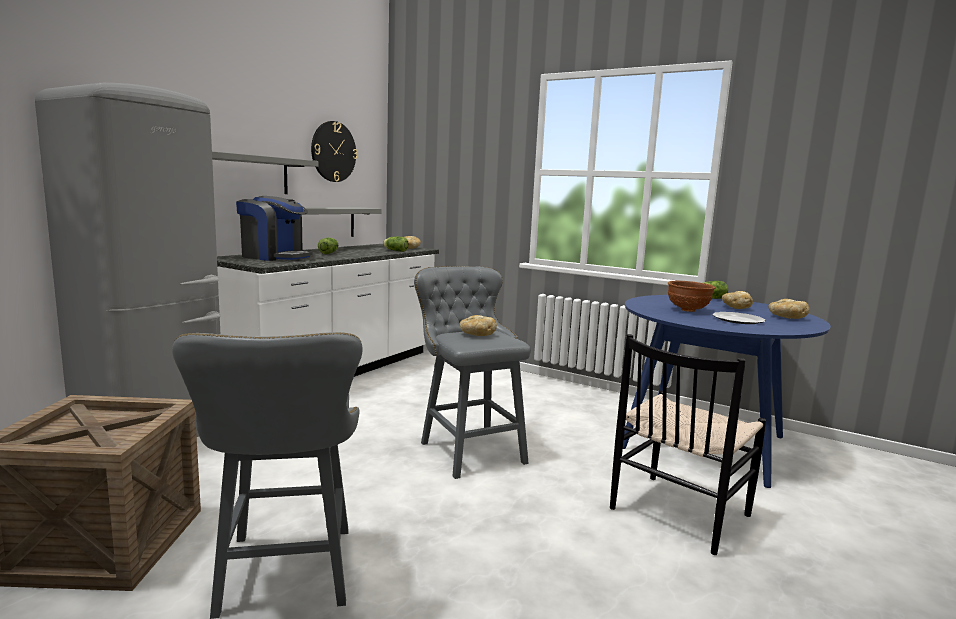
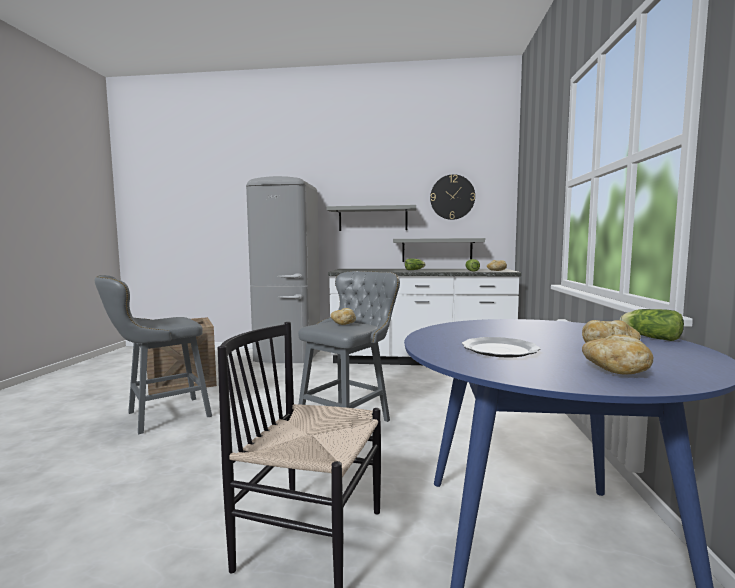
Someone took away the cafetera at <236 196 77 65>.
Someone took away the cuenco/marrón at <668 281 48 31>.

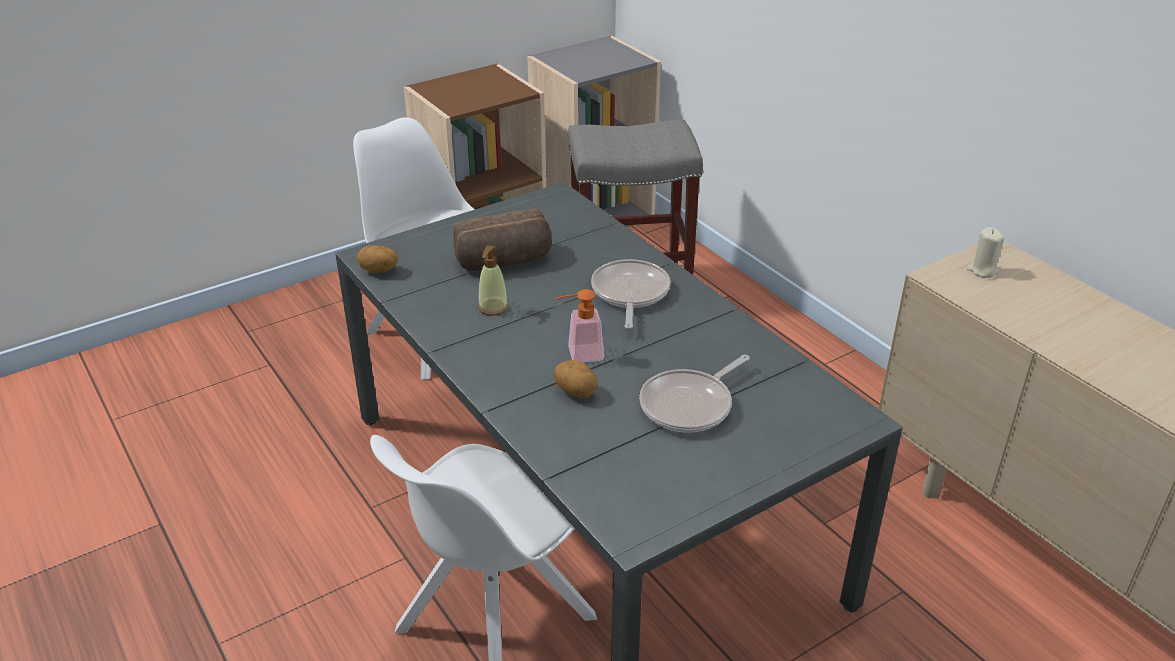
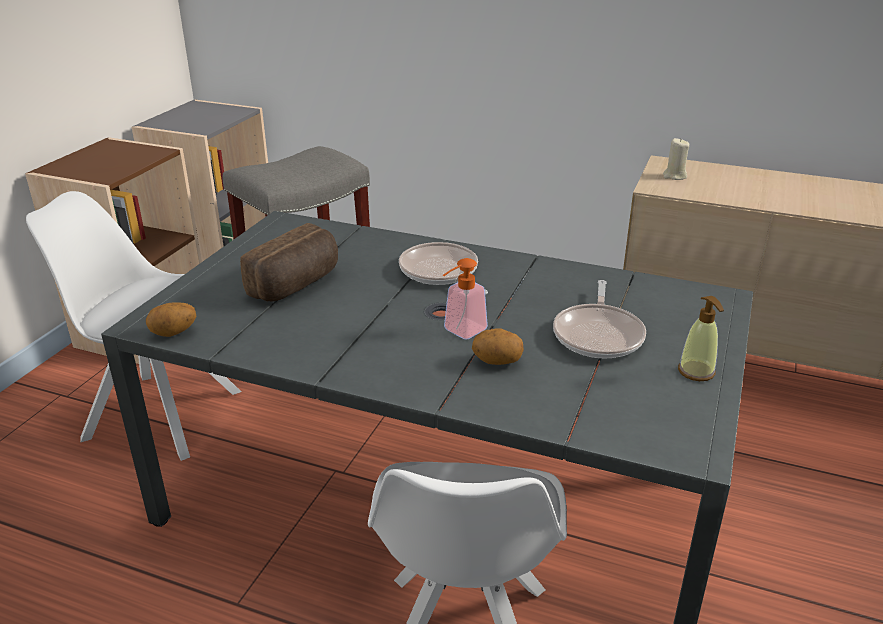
Someone carried the dispensador de jabón from <478 245 31 71> to <678 296 46 85>.

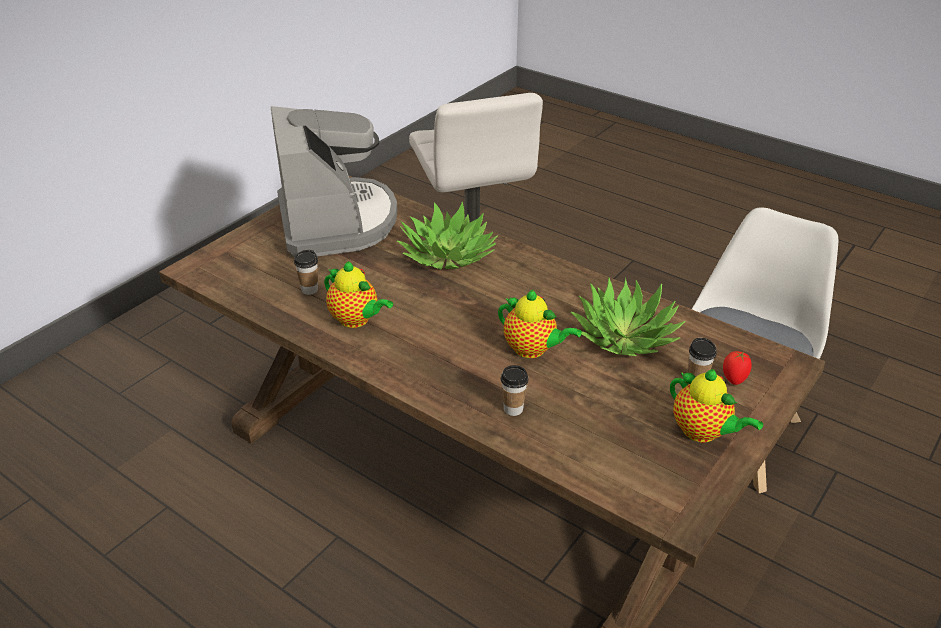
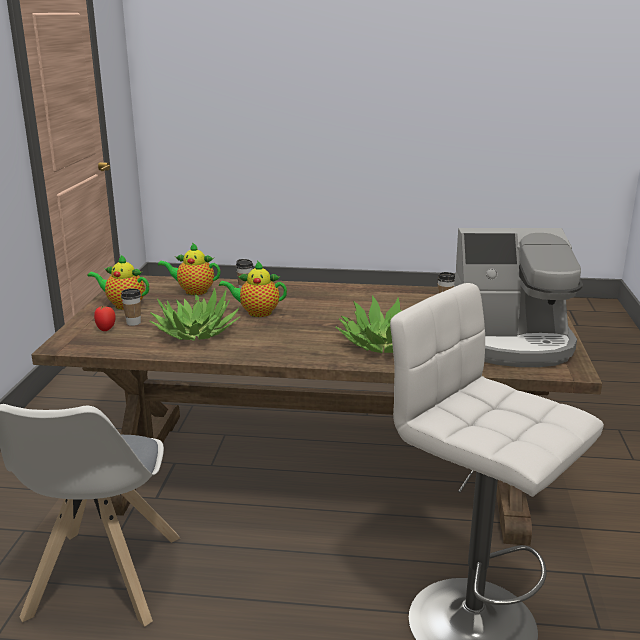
Someone rotated the cafetera at <271 106 126 151> by 45 degrees counterclockwise.
Someone carried the tetera from <324 261 69 67> to <158 242 62 53>.

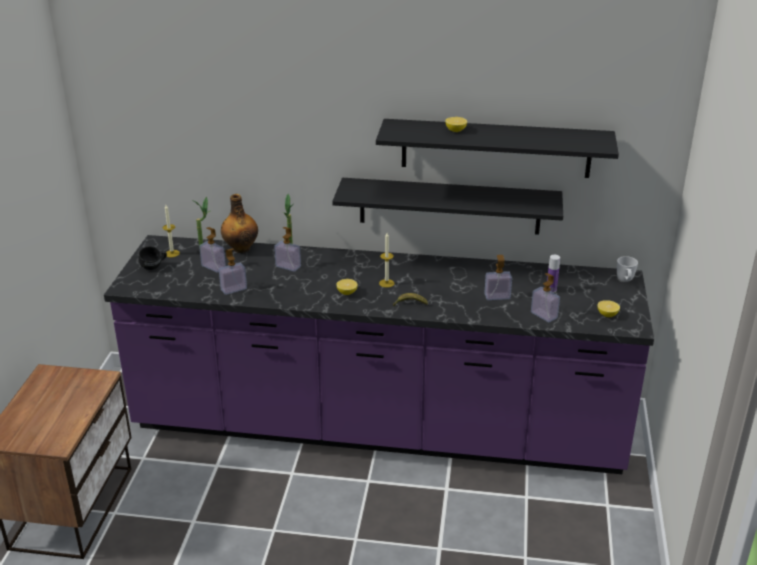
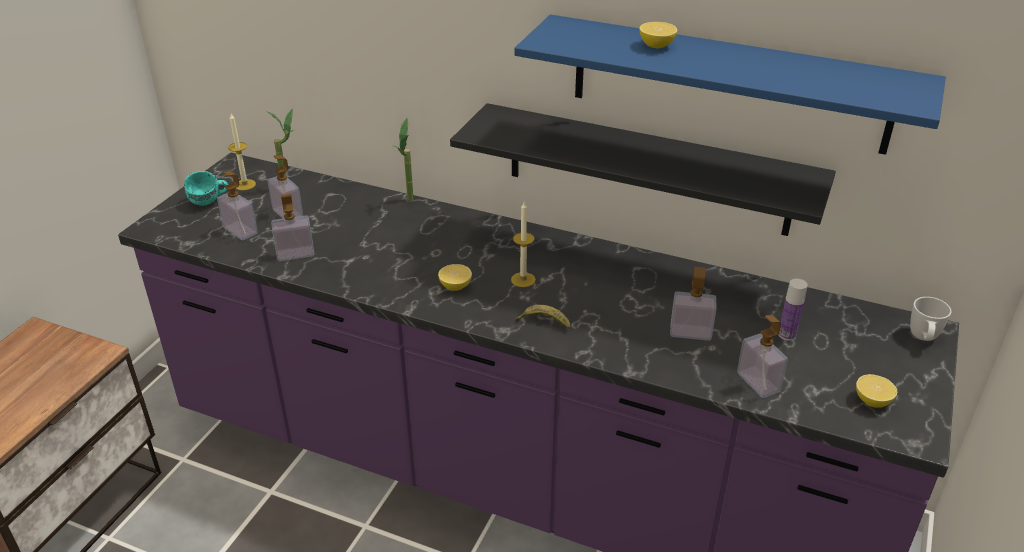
Someone repainted the estante/negro at <376 119 243 59>, which became the estante/azul at <515 14 431 141>.
Someone took away the botella at <221 194 37 59>.
Someone carried the dispensador de jabón from <274 227 27 45> to <217 171 41 69>.
Someone repainted the taza grande/negro at <139 246 28 24>, which became the taza grande/turquesa at <184 171 44 35>.

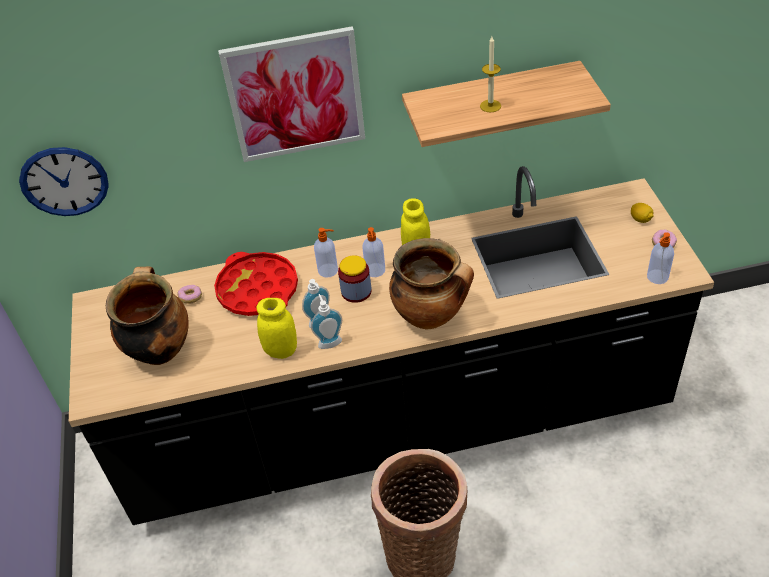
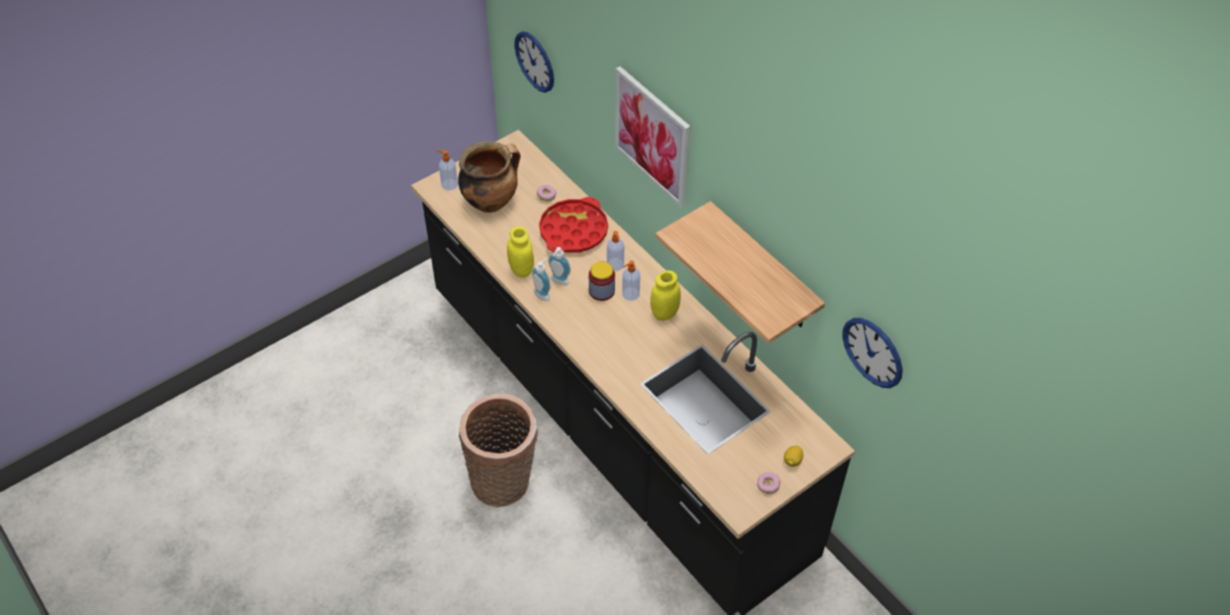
Someone took away the vela at <480 36 21 76>.
Someone carried the dispensador de jabón from <647 232 27 52> to <436 150 22 40>.
Someone took away the olla at <389 238 85 91>.
Someone put up the reloj de pared at <842 318 61 70>.

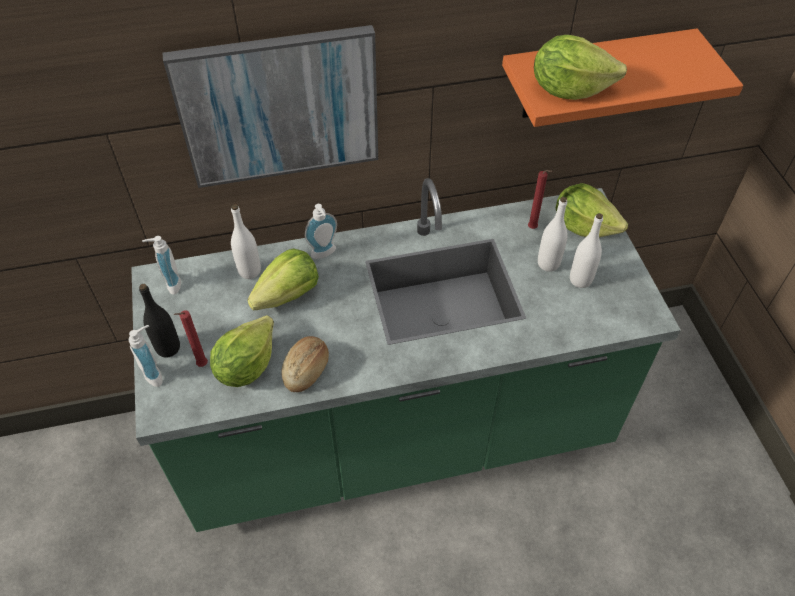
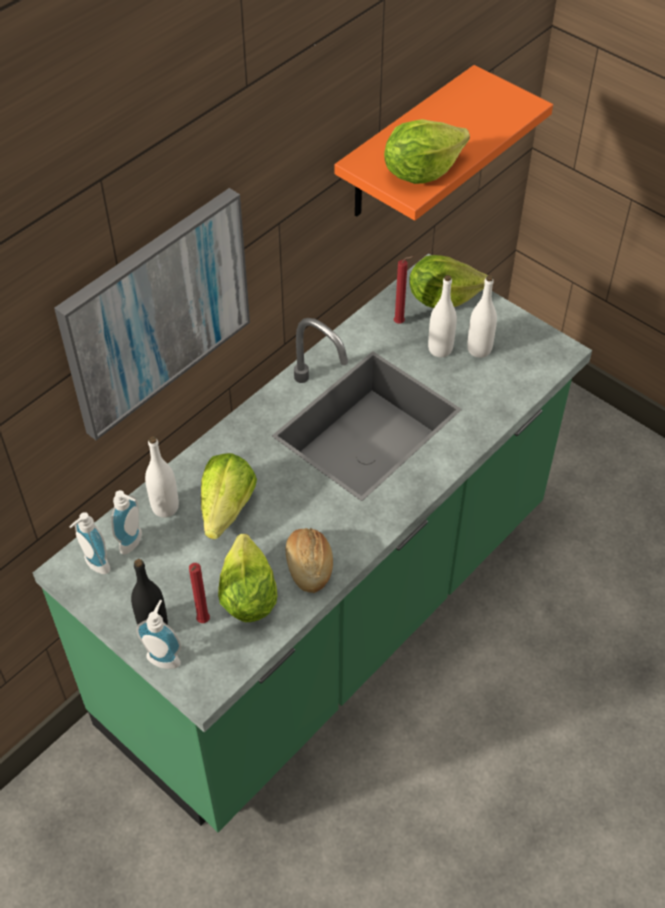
Someone carried the dispensador de jabón from <305 204 32 55> to <111 490 31 65>.

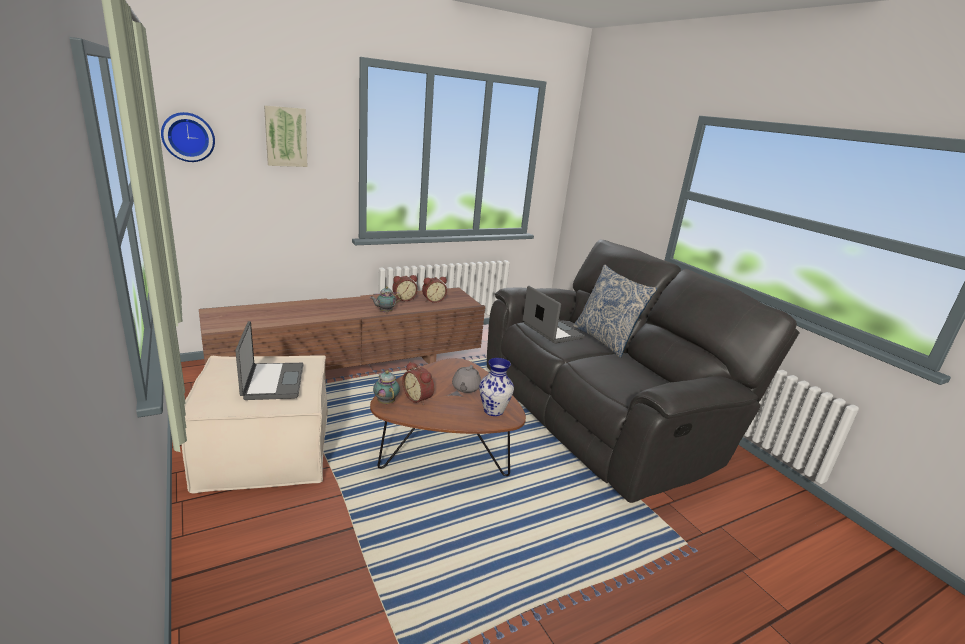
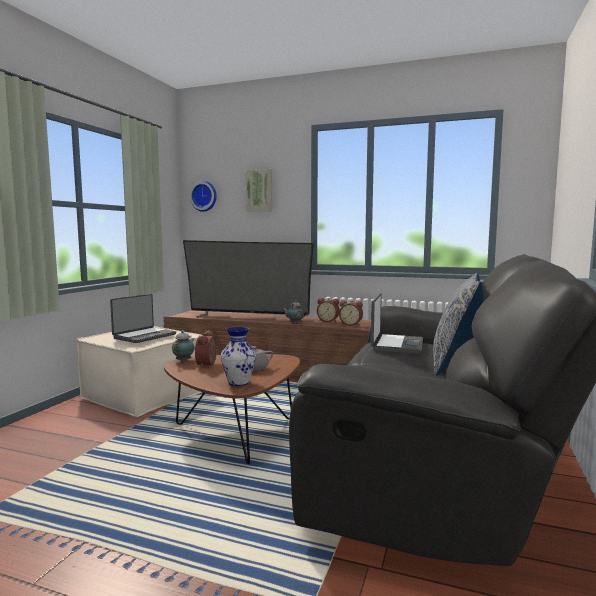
Someone put down the televisor at <183 240 131 77>.

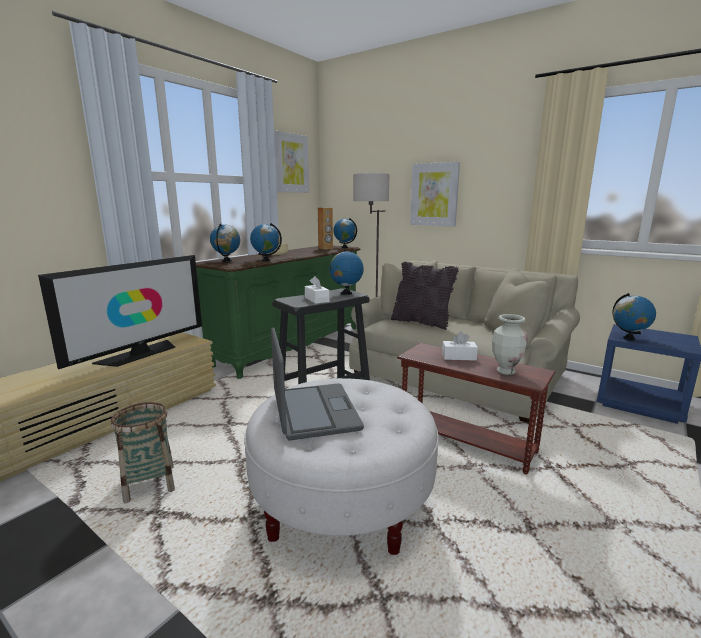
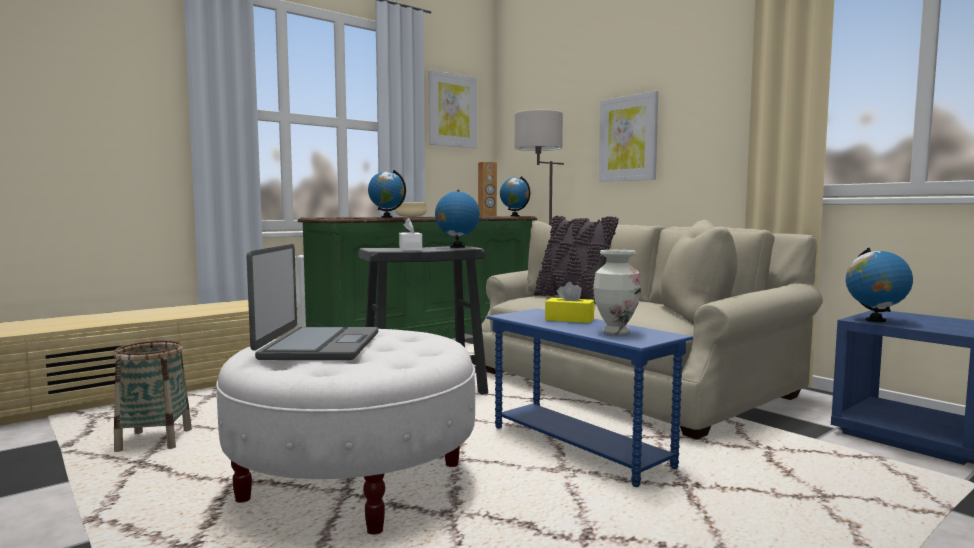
Someone took away the globo terráqueo at <210 223 30 39>.
Someone took away the televisor at <38 255 164 114>.
Someone repainted the caja de pañuelos/blanco at <442 332 36 29>, which became the caja de pañuelos/amarillo at <545 282 49 41>.
Someone repainted the mesa auxiliar/marrón at <397 343 159 131>, which became the mesa auxiliar/azul at <486 309 207 178>.

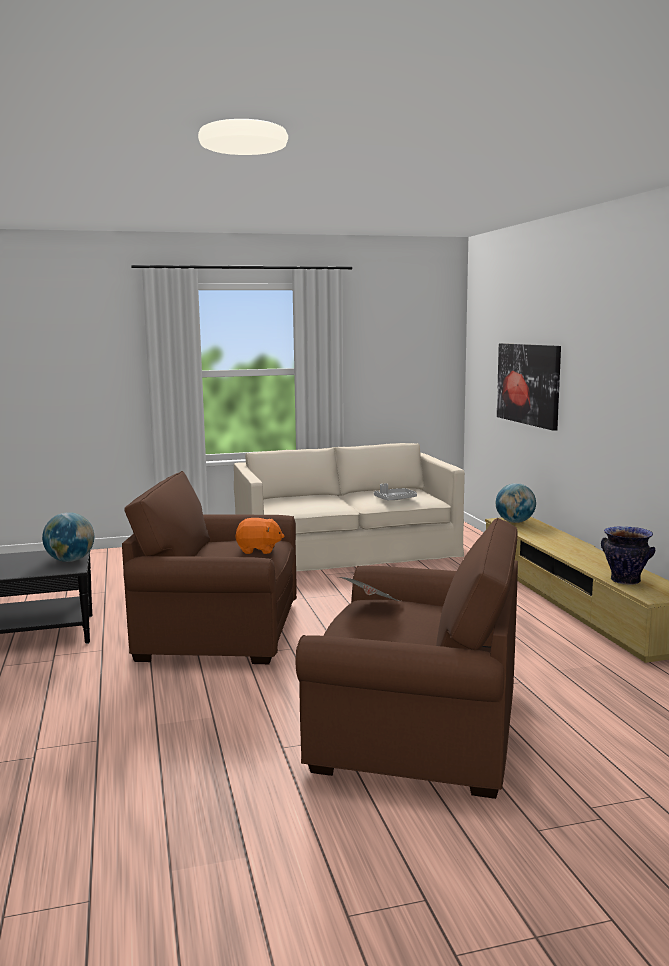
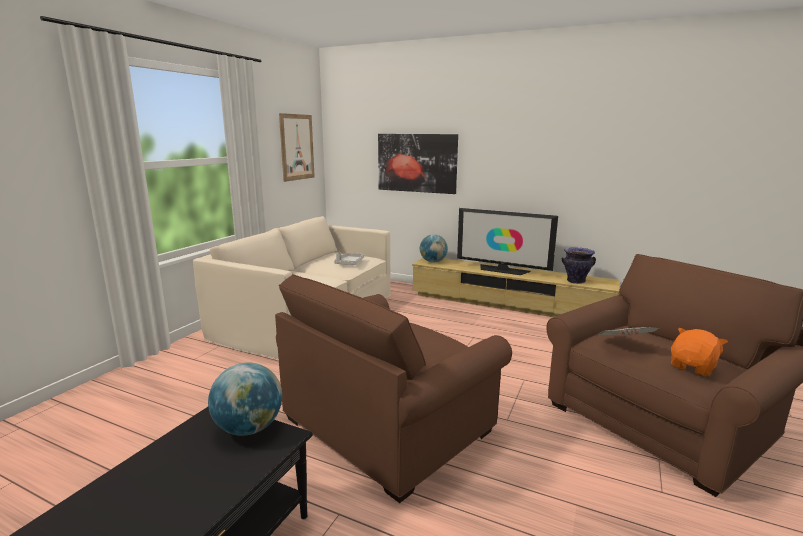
Someone carried the peluche/naranja from <235 518 49 36> to <671 328 57 49>.
Someone put up the cuadro at <279 113 36 69>.
Someone put down the televisor at <457 208 101 67>.

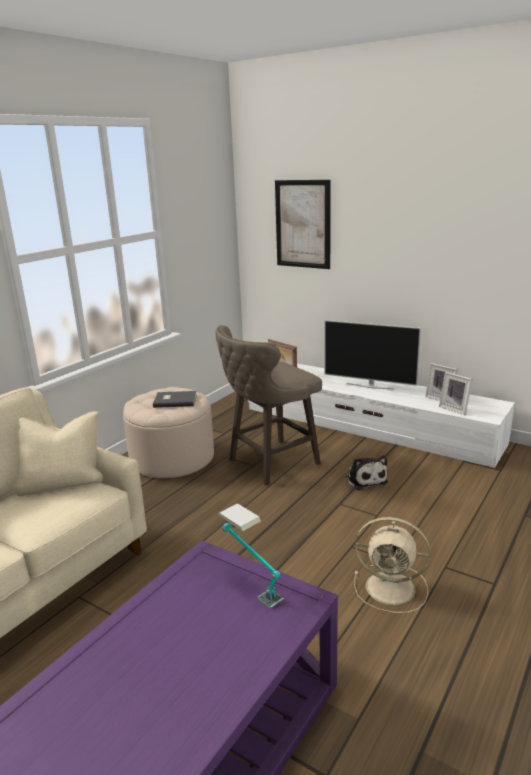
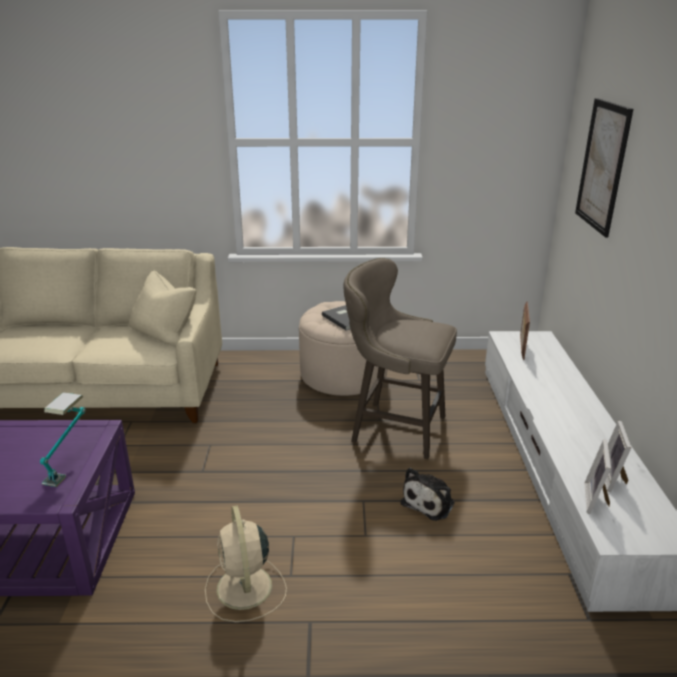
Someone took away the televisor at <324 320 97 70>.

